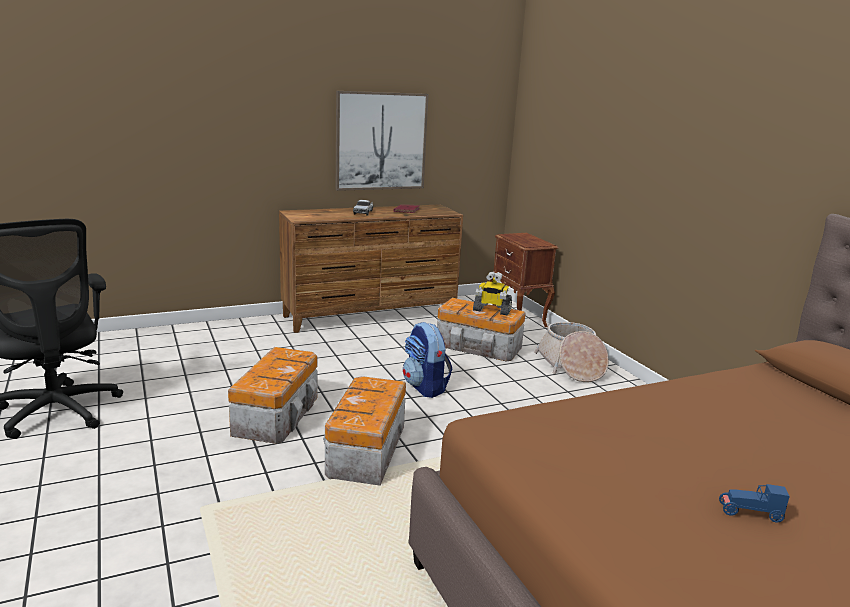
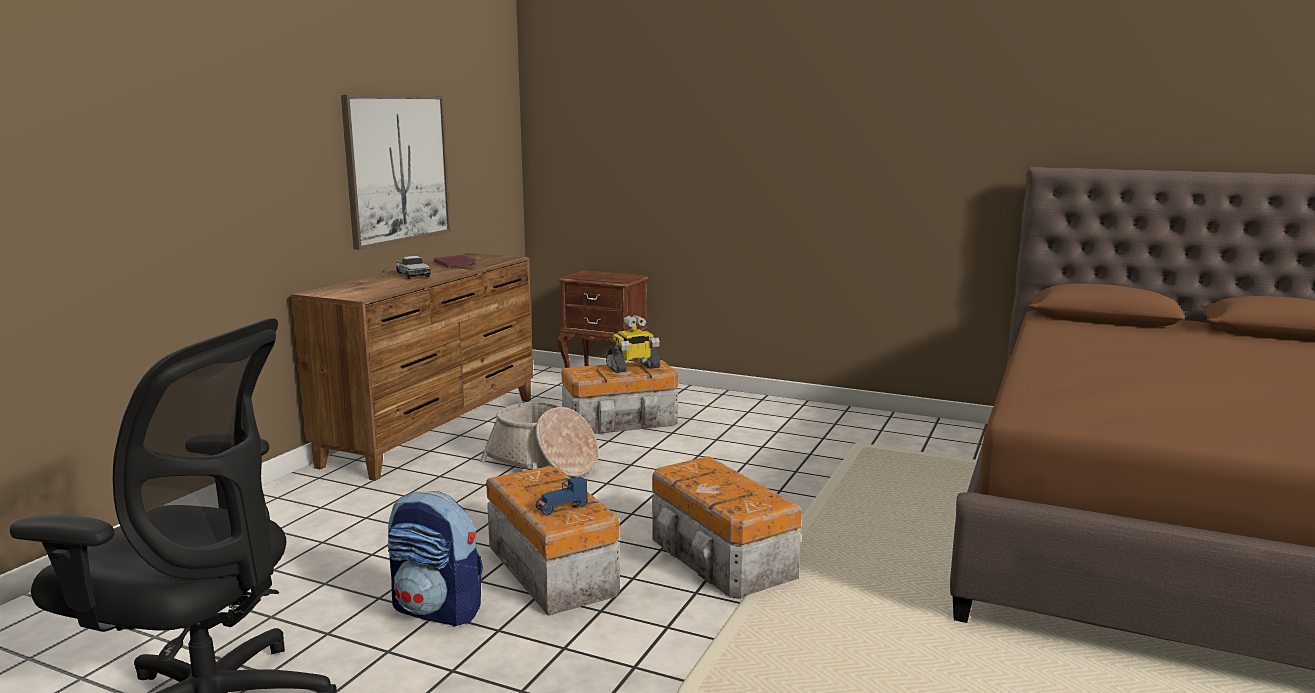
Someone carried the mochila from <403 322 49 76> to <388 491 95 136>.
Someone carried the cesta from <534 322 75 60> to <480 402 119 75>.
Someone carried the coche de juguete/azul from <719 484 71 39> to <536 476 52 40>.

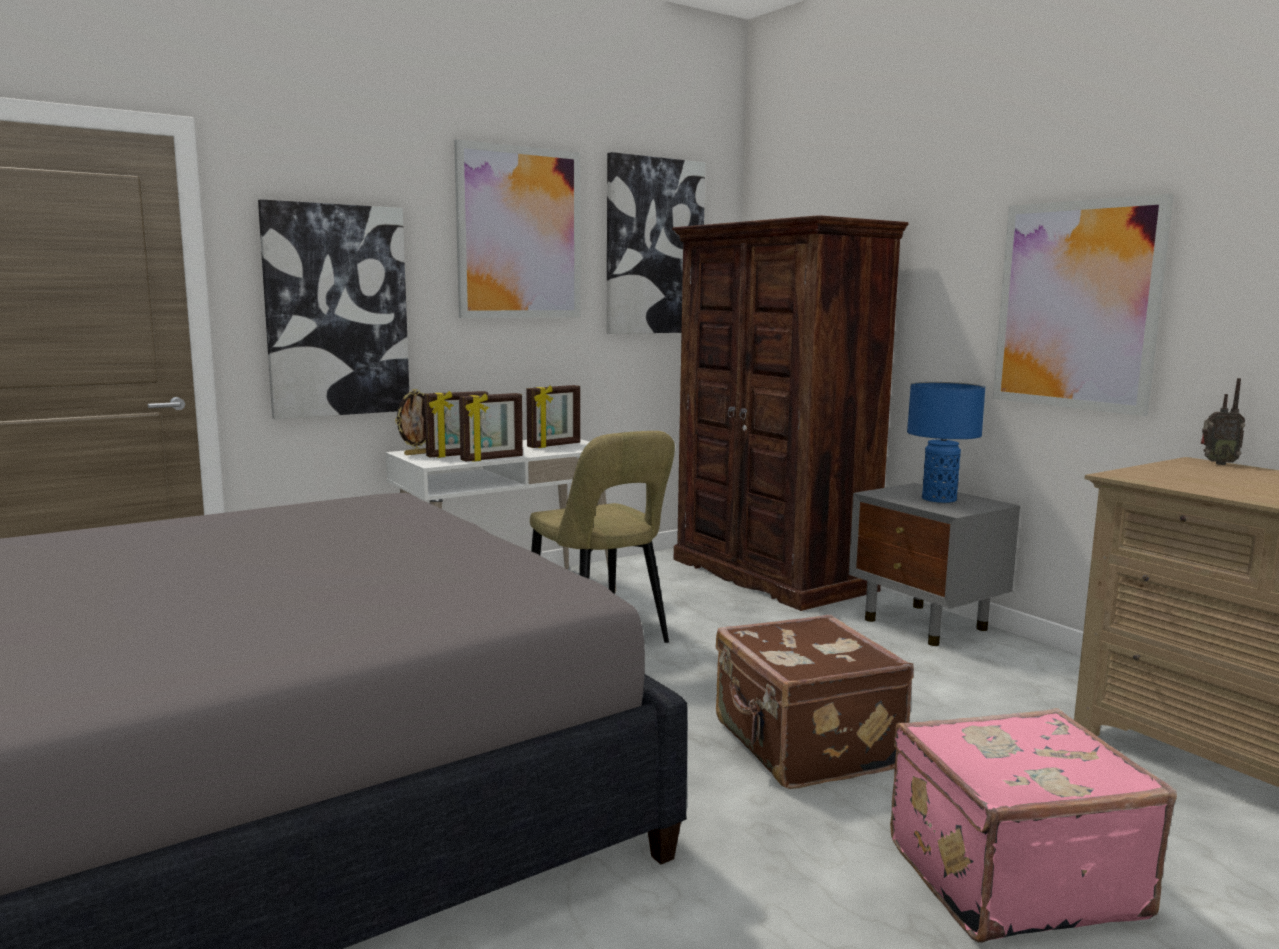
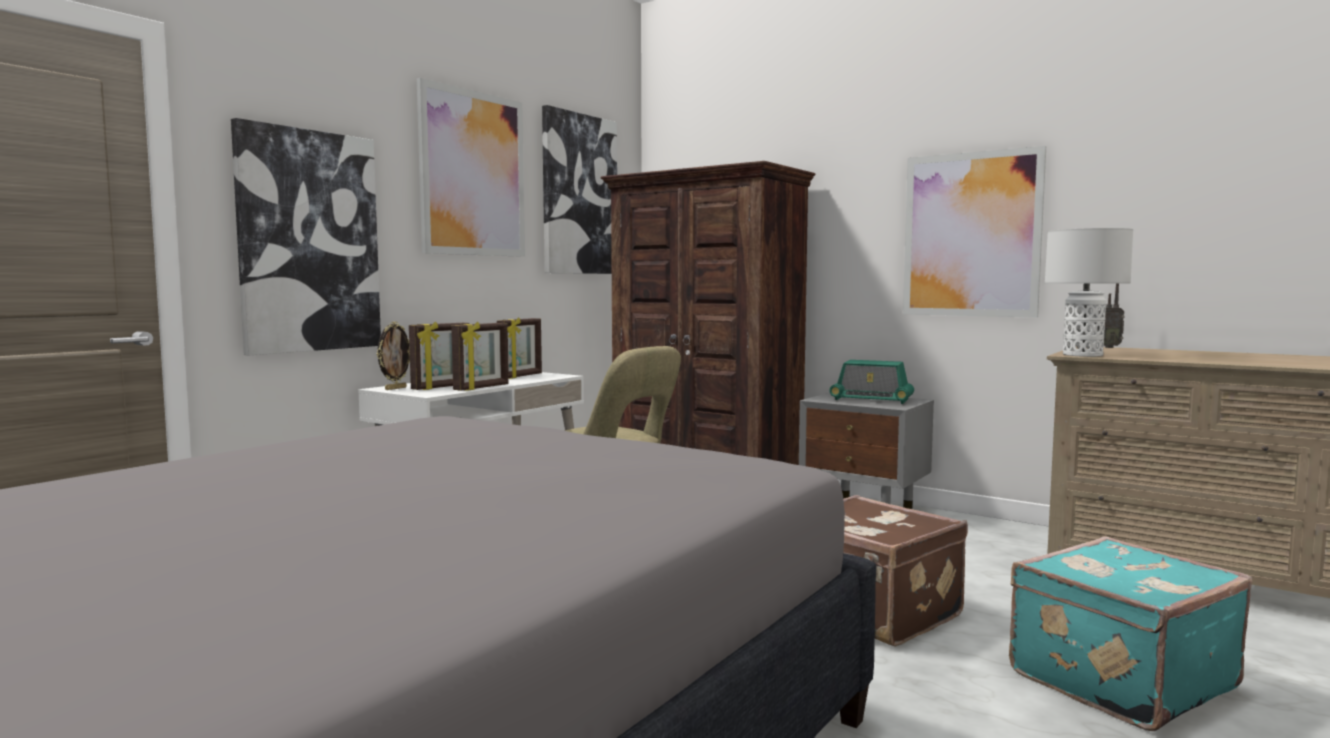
Someone swapped the lámpara de mesa/azul at <907 382 78 121> for the radio at <829 360 85 44>.
Someone repainted the maleta/rosa at <890 708 287 235>, which became the maleta/turquesa at <1009 536 244 195>.
Someone put down the lámpara de mesa/blanco at <1045 228 88 129>.

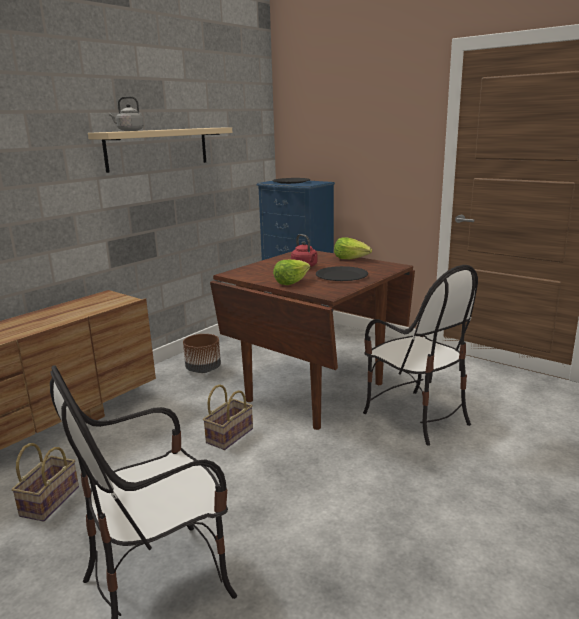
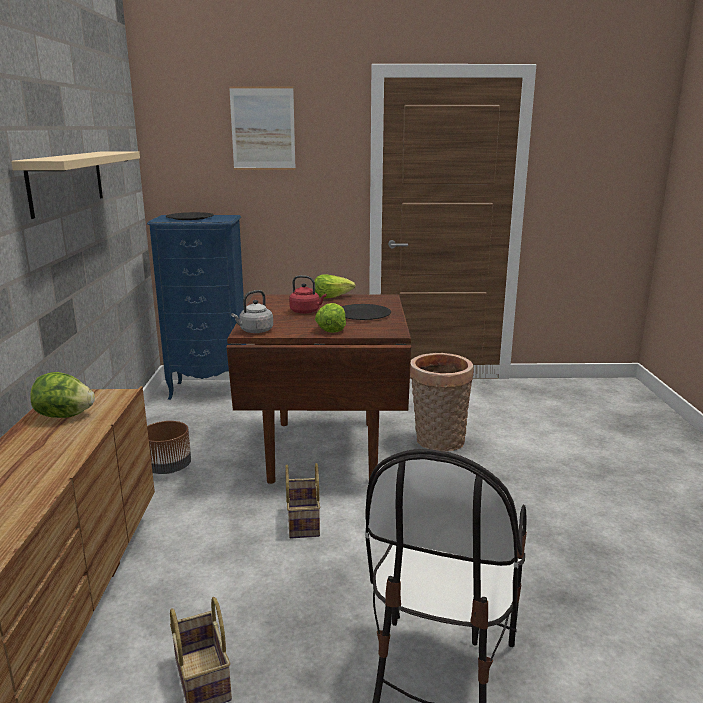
Someone carried the hervidor/gris from <109 96 35 35> to <231 290 42 43>.
Someone swapped the silla at <363 265 115 181> for the cesta at <410 353 64 99>.
Someone put up the cuadro at <229 86 67 84>.
Someone put down the lechuga at <30 372 65 46>.

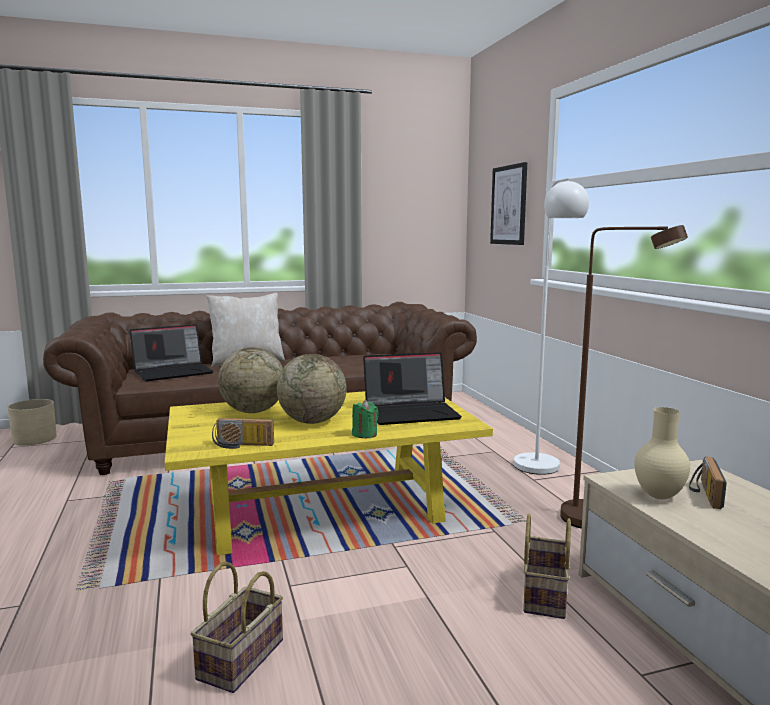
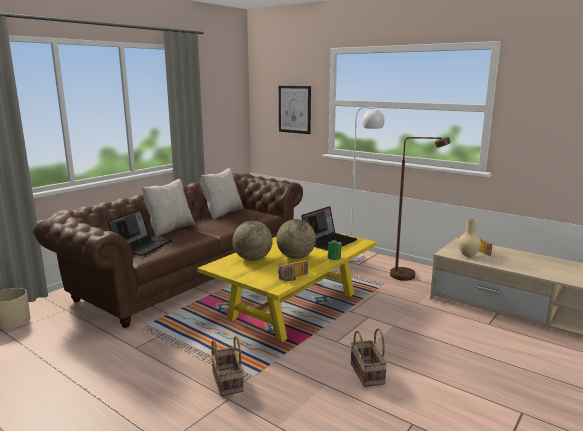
Someone carried the cesta from <523 514 48 105> to <211 336 33 61>.
Someone put down the cojín/beis at <201 168 42 52>.

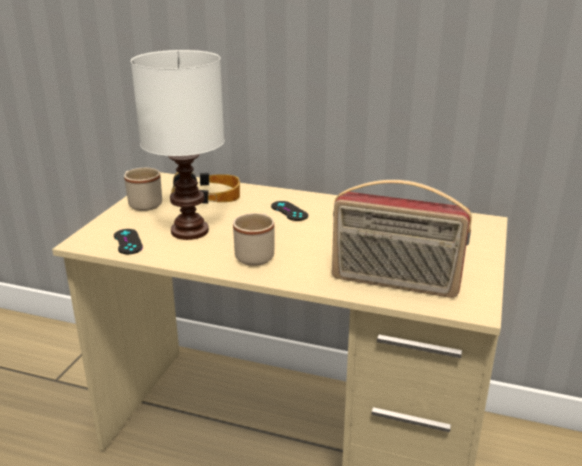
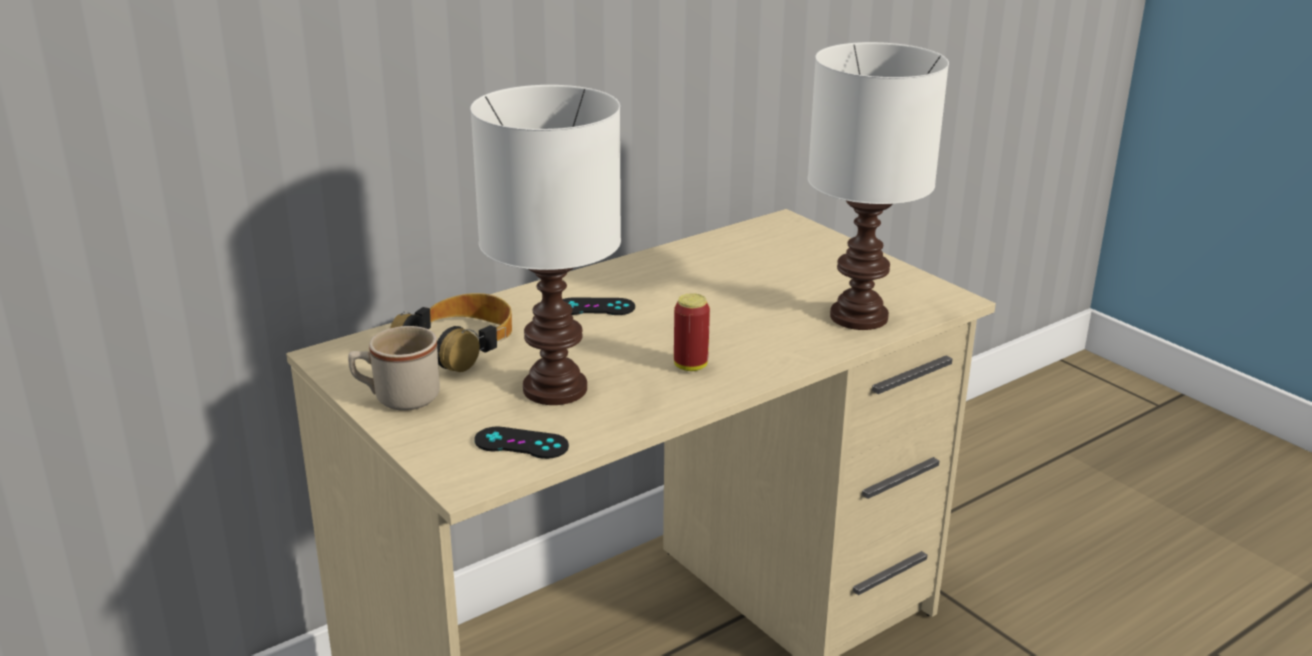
Someone swapped the radio at <332 180 140 118> for the lámpara de mesa/blanco at <808 42 141 288>.
Someone swapped the taza grande/beis at <233 213 42 53> for the lata at <674 293 36 78>.

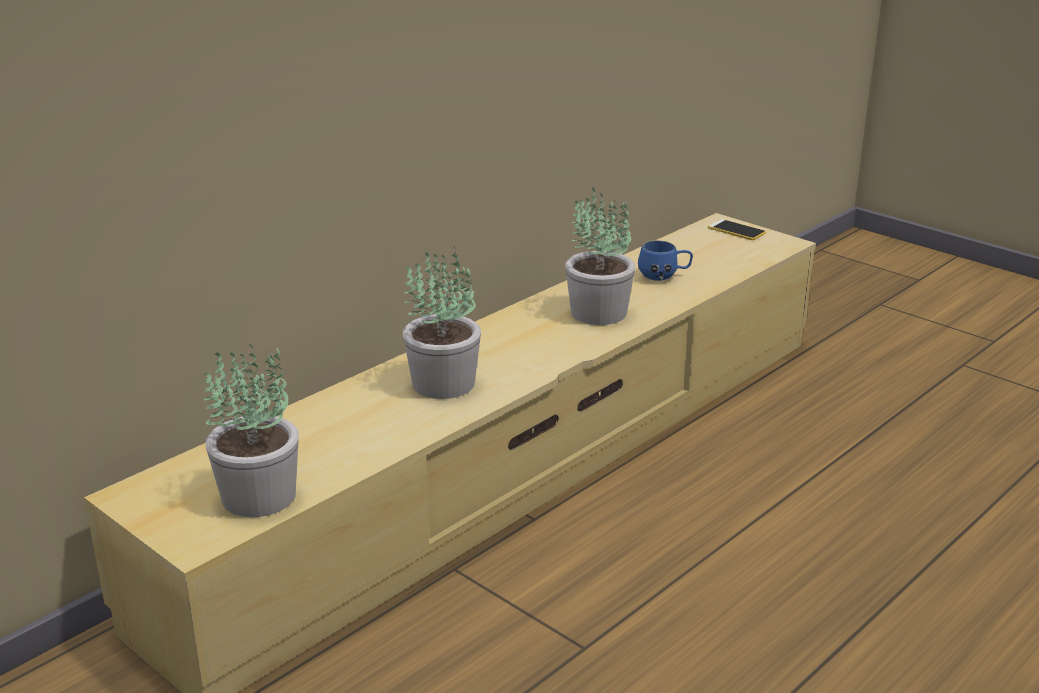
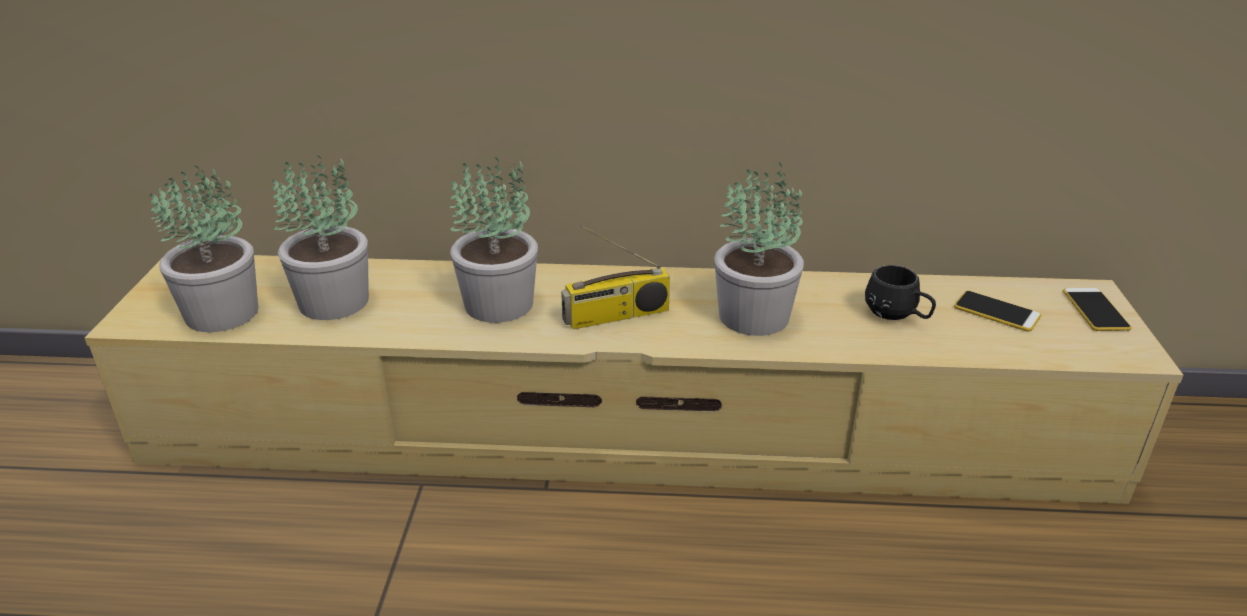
Someone repainted the taza grande/azul at <638 240 55 41>, which became the taza grande/negro at <865 265 71 55>.
Someone put down the planta en maceta at <272 155 97 165>.
Someone put down the radio at <561 225 109 104>.
Someone put down the móvil at <954 291 87 41>.

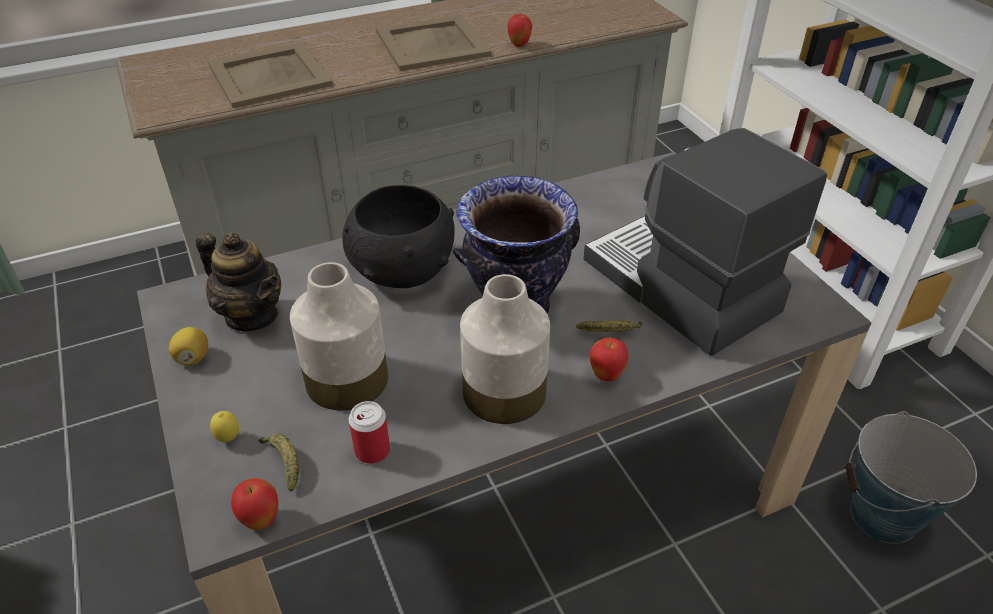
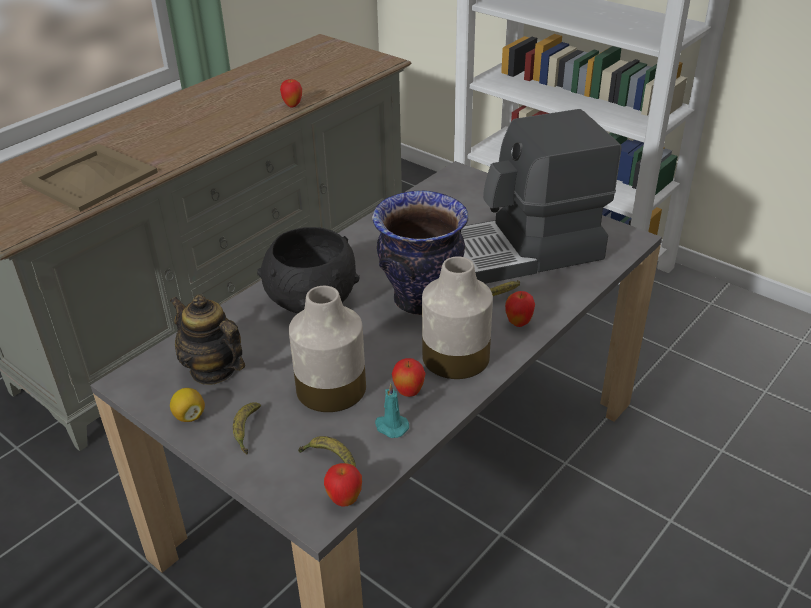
Someone took away the bandeja/beis at <376 15 116 56>.
Someone rotated the cafetera at <584 128 243 228> by 45 degrees counterclockwise.
Someone rotated the tetera at <196 232 85 99> by 150 degrees counterclockwise.
Someone swapped the lata at <349 401 41 63> for the vela/turquesa at <375 383 34 55>.
Someone took away the limón at <210 411 29 31>.
Someone took away the cubo at <845 411 132 133>.
Someone put down the manzana at <392 358 34 39>.
Someone put down the plátano at <233 402 28 53>.

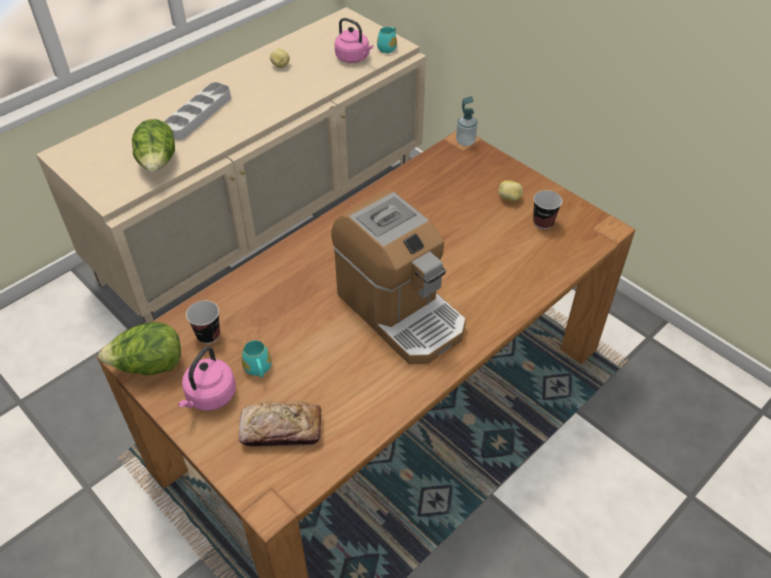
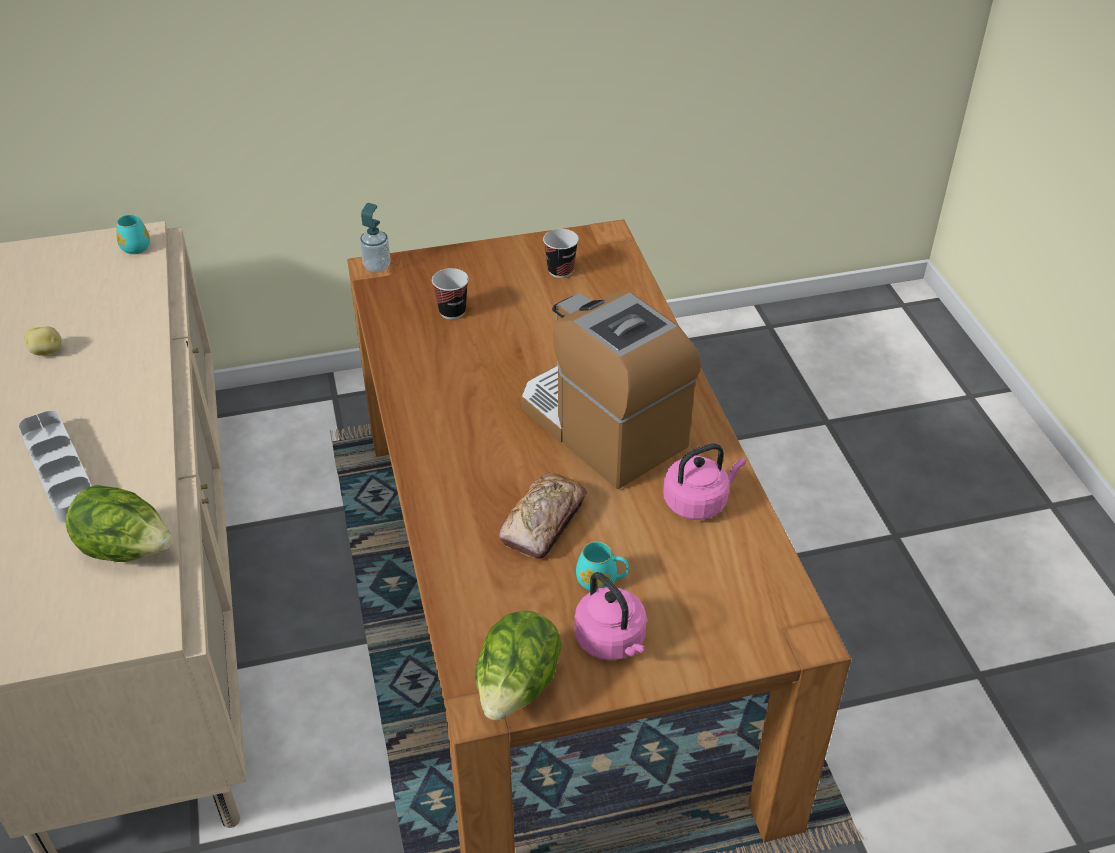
Someone carried the hervidor/rosa from <335 18 38 45> to <663 444 83 76>.
Someone took away the patata at <499 180 24 22>.
Someone rotated the cafetera at <331 190 135 174> by 120 degrees counterclockwise.
Someone carried the taza from <186 300 34 44> to <432 268 37 51>.
Someone carried the pan from <239 401 82 46> to <499 473 88 86>.

